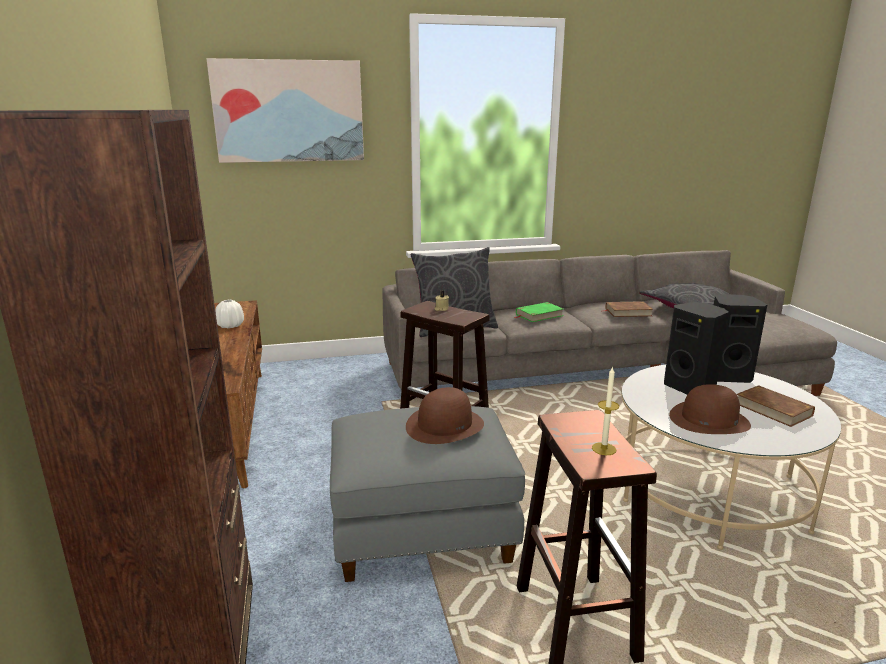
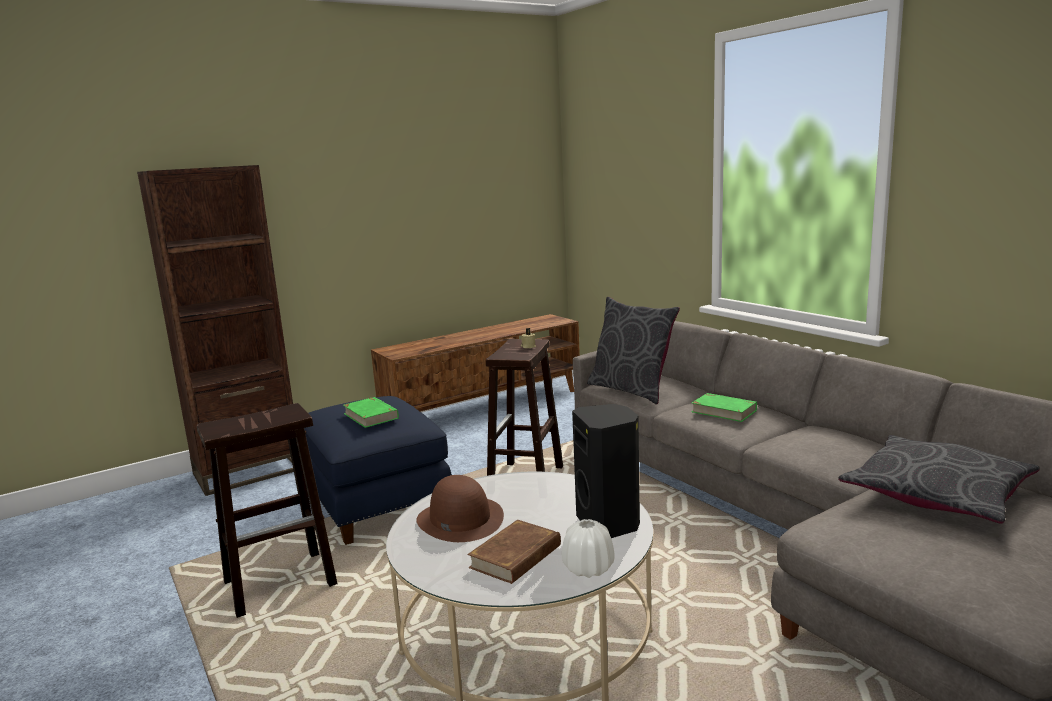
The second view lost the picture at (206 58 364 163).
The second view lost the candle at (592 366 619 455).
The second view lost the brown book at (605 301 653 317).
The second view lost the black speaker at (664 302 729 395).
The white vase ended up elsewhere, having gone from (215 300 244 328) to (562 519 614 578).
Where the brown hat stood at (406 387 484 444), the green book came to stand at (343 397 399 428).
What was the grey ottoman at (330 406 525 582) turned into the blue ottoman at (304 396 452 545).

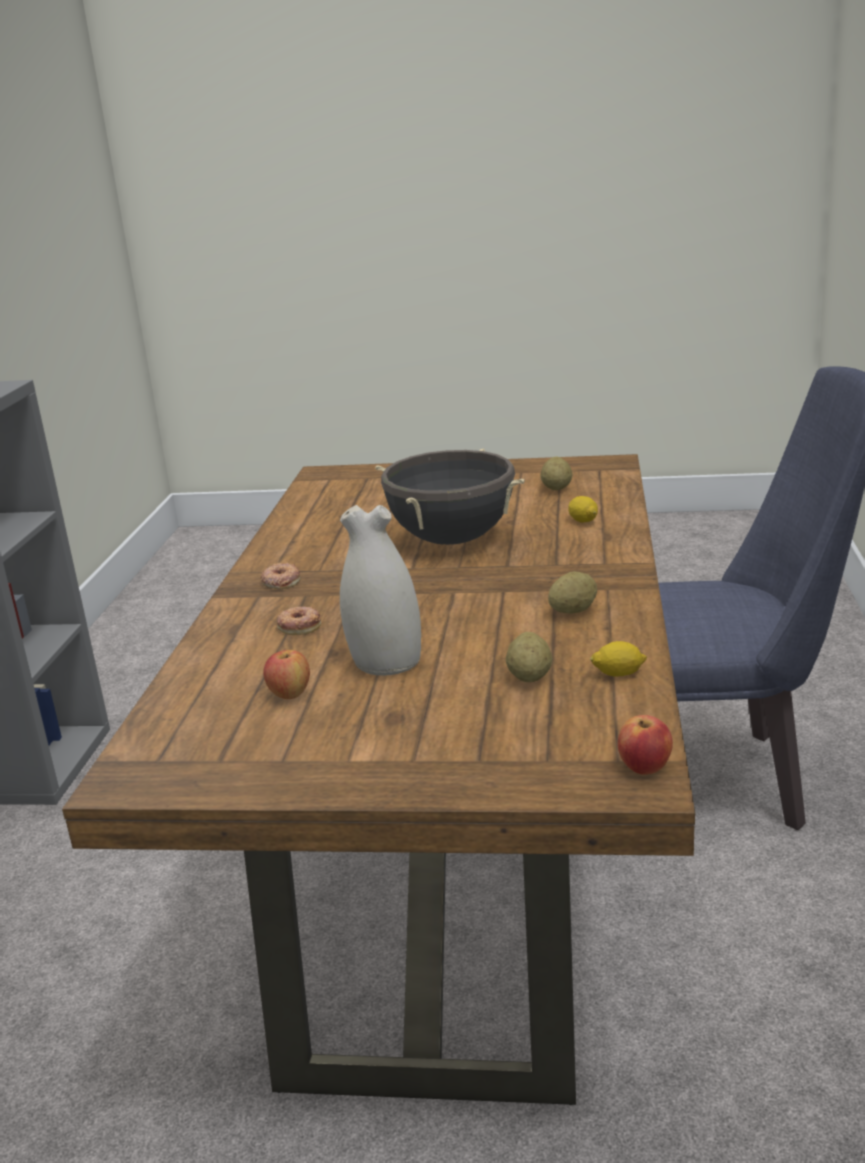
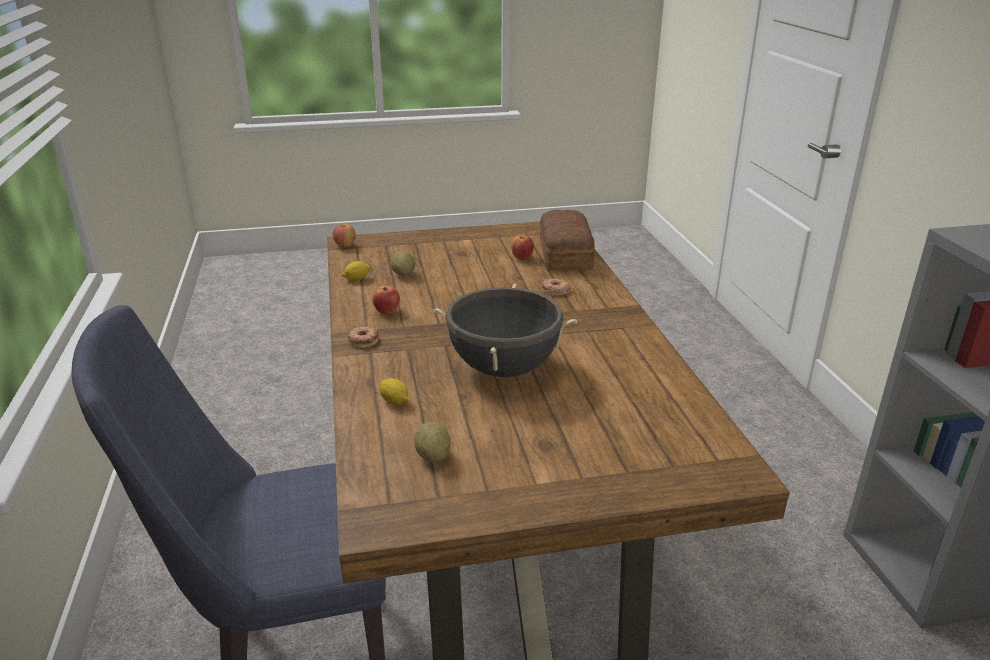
The second view lost the white vase at (340 505 421 676).
The second view gained the bread at (540 210 594 271).
The donut ended up elsewhere, having gone from (260 563 300 589) to (348 326 379 348).
Where the potato stood at (548 572 597 614), the apple came to stand at (373 285 400 314).

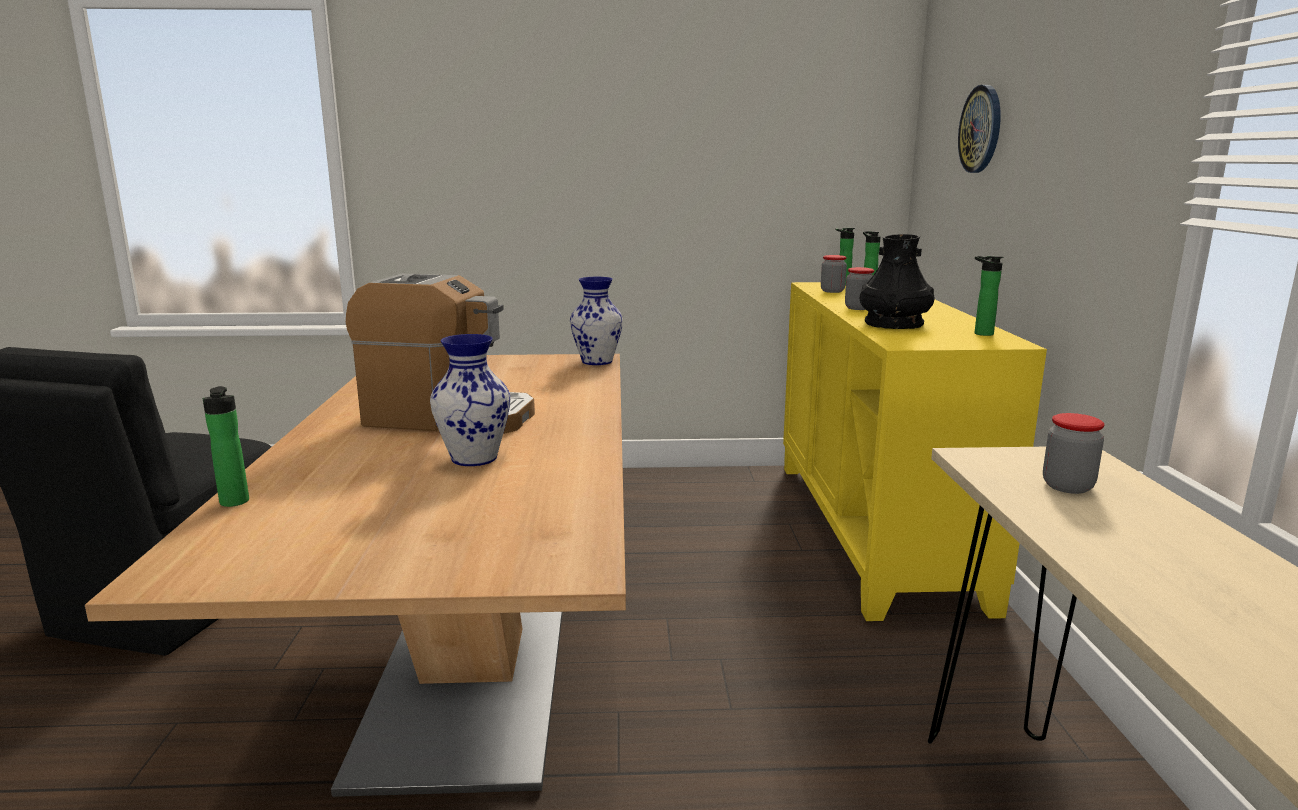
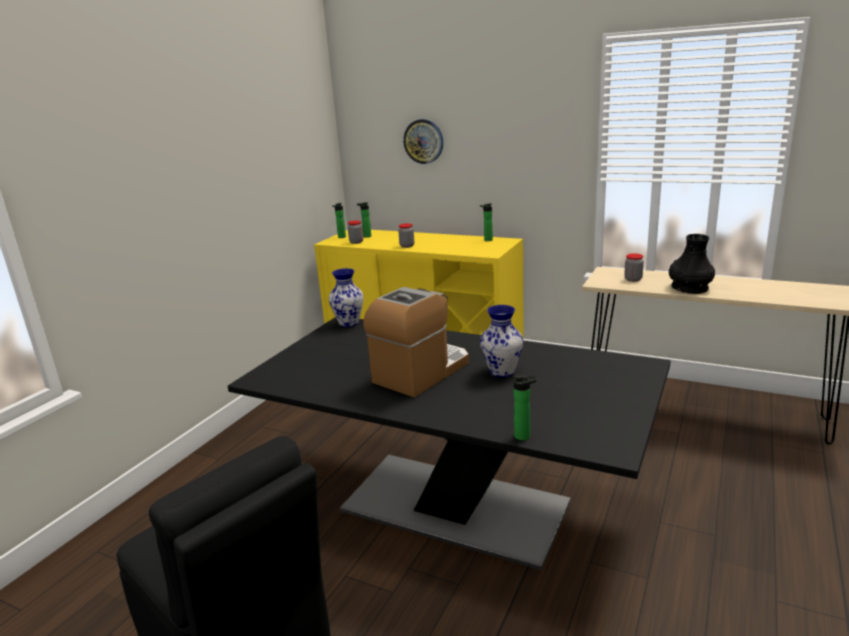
The black vase ended up elsewhere, having gone from (860 234 934 329) to (669 234 715 294).
What was the beige dining table at (85 354 626 797) turned into the black dining table at (228 317 671 570).

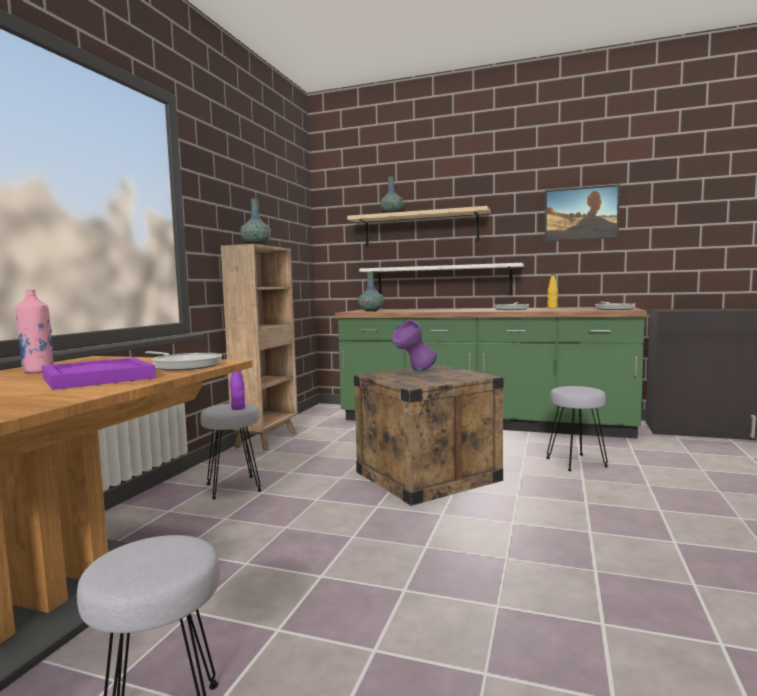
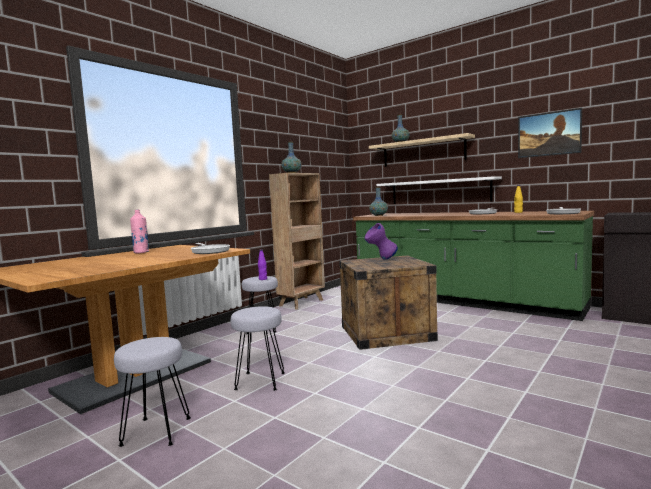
The second view lost the purple tray at (42 357 156 390).
The grey stool ended up elsewhere, having gone from (546 386 608 471) to (231 306 285 391).

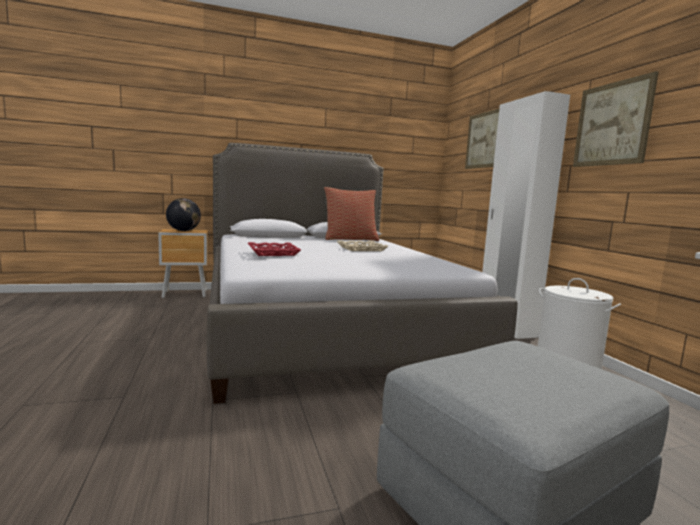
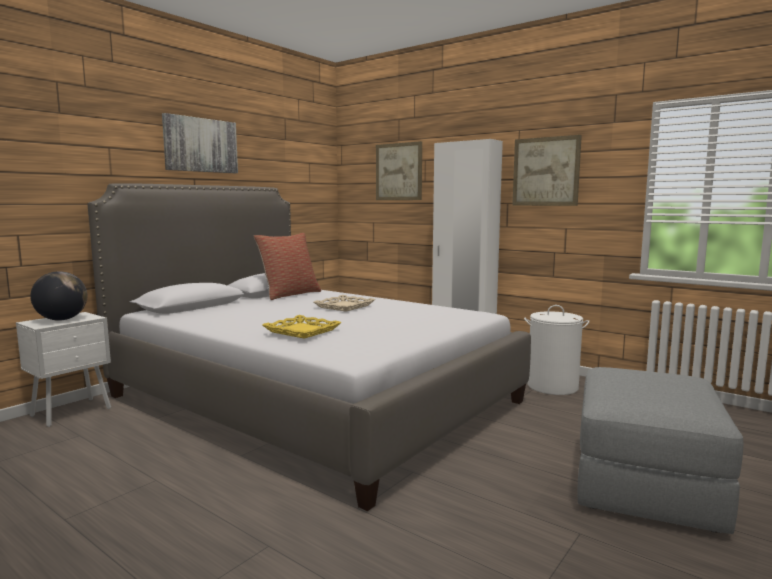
The second view gained the picture at (162 113 238 173).
What was the brown nightstand at (158 229 208 298) turned into the white nightstand at (16 312 111 427).
What was the red tray at (248 242 301 256) turned into the yellow tray at (262 315 342 339).

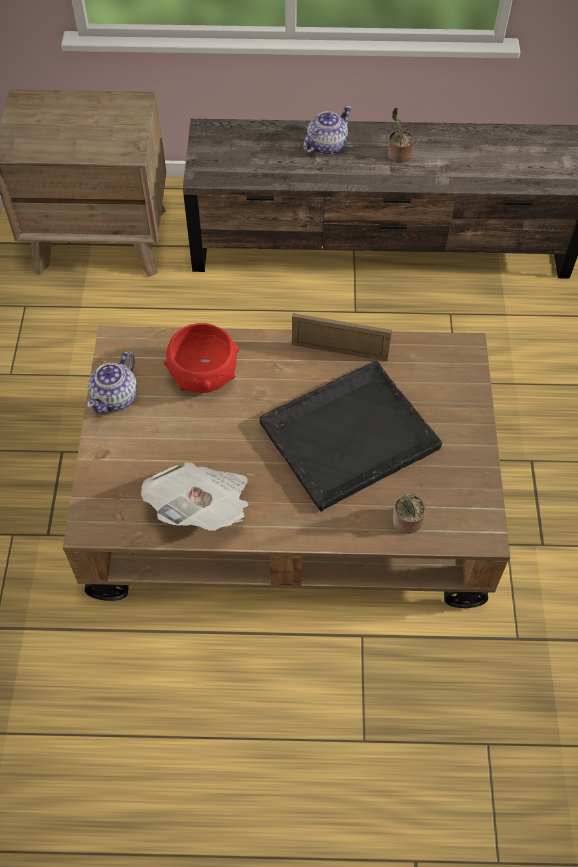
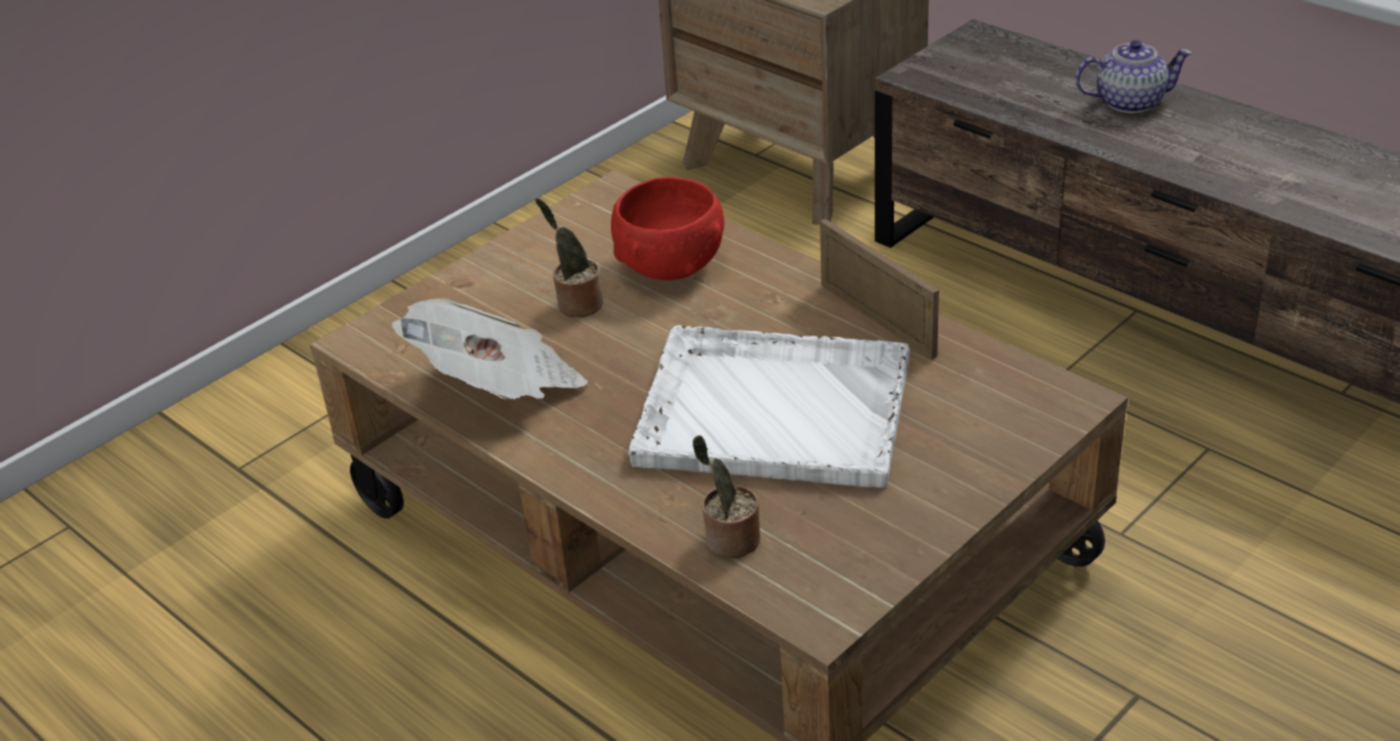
The second view lost the teapot at (87 351 137 414).
The potted plant ended up elsewhere, having gone from (388 107 414 163) to (535 198 603 317).
What was the black tray at (259 361 442 512) turned into the white tray at (628 325 910 488).

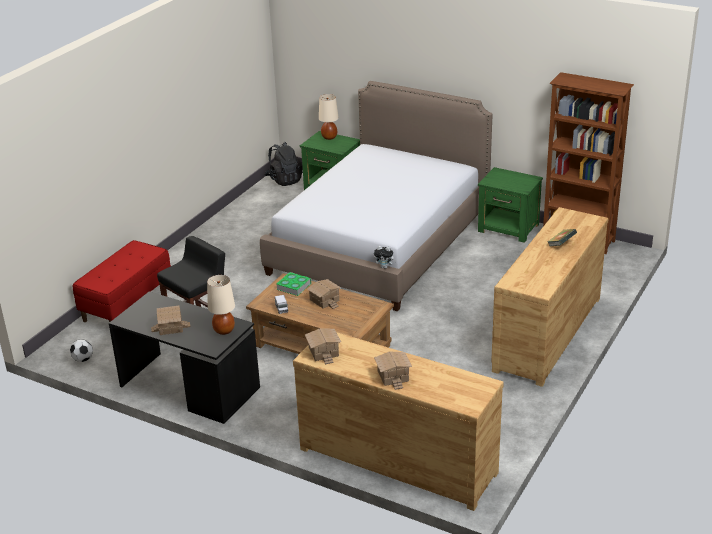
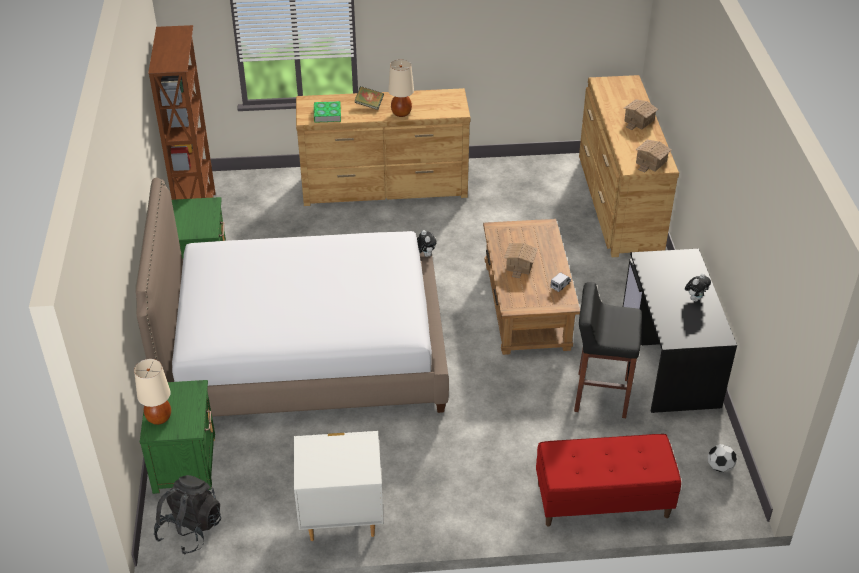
The second view gained the white nightstand at (294 431 383 541).
The beige table lamp ended up elsewhere, having gone from (207 275 235 335) to (388 60 414 117).
The book ended up elsewhere, having gone from (276 272 311 296) to (314 101 341 123).
Where the toy house stood at (151 306 190 335), the plush toy came to stand at (685 273 711 301).

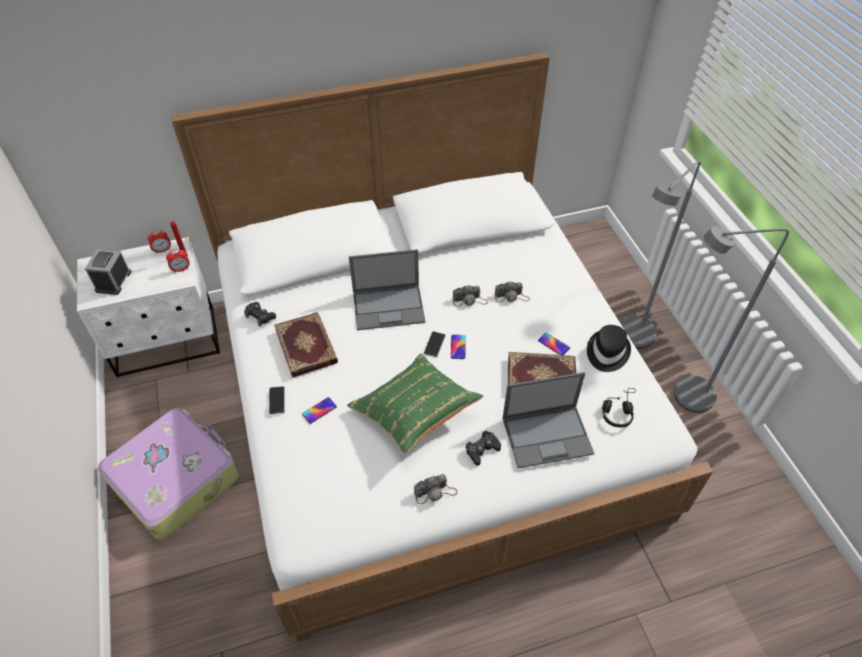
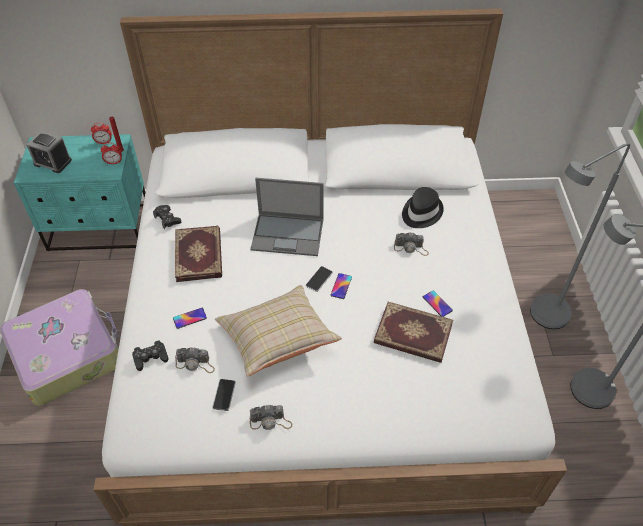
The second view lost the laptop at (502 372 594 468).
The second view lost the black headphones at (602 388 636 427).
The phone ended up elsewhere, having gone from (269 386 285 414) to (213 379 236 411).
The photo camera ended up elsewhere, having gone from (453 285 488 307) to (175 347 215 373).
The black game controller ended up elsewhere, having gone from (466 431 501 466) to (132 340 168 371).
The black hat ended up elsewhere, having gone from (587 325 631 372) to (402 187 444 228).
What was the white nightstand at (77 237 220 377) turned into the turquoise nightstand at (14 134 145 251).
What was the green pillow at (347 354 483 453) turned into the beige pillow at (215 285 342 377).
The alarm clock at (85 249 131 295) ended up facing another way, 90 degrees counterclockwise from before.

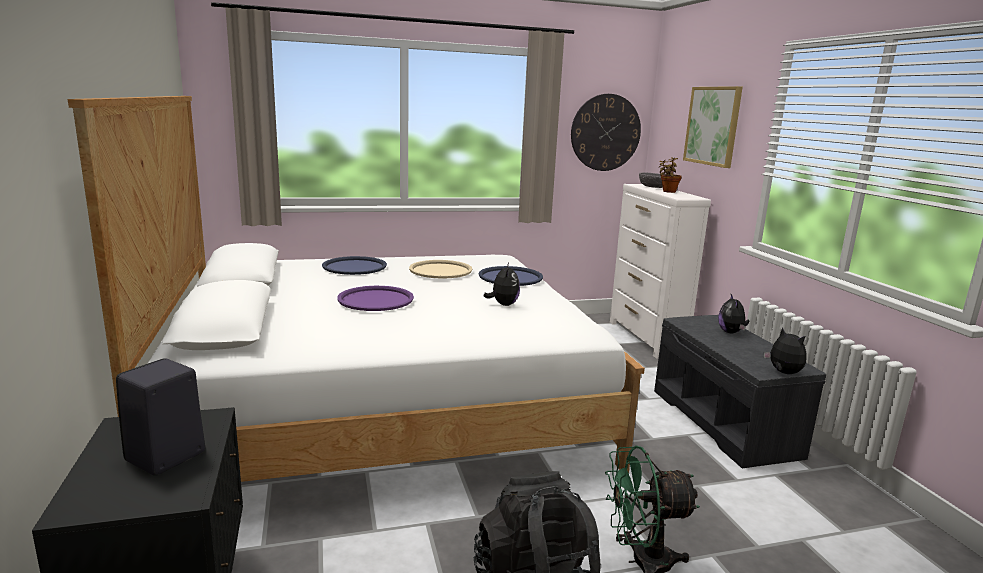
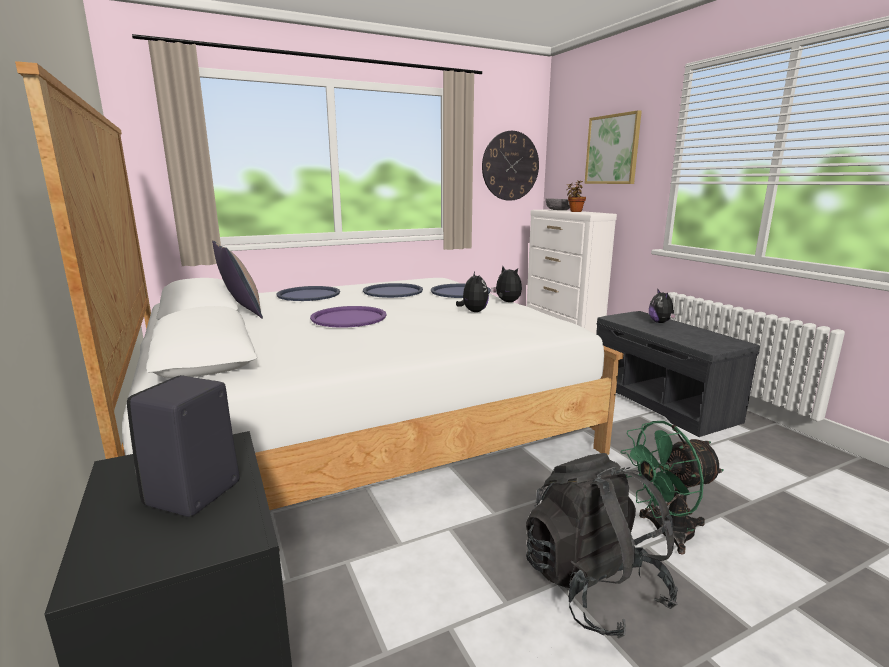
The second view gained the pillow at (212 240 263 319).
The plush toy ended up elsewhere, having gone from (764 327 807 374) to (491 266 522 302).
What was the beige tray at (409 260 472 279) turned into the blue tray at (363 283 423 298).

